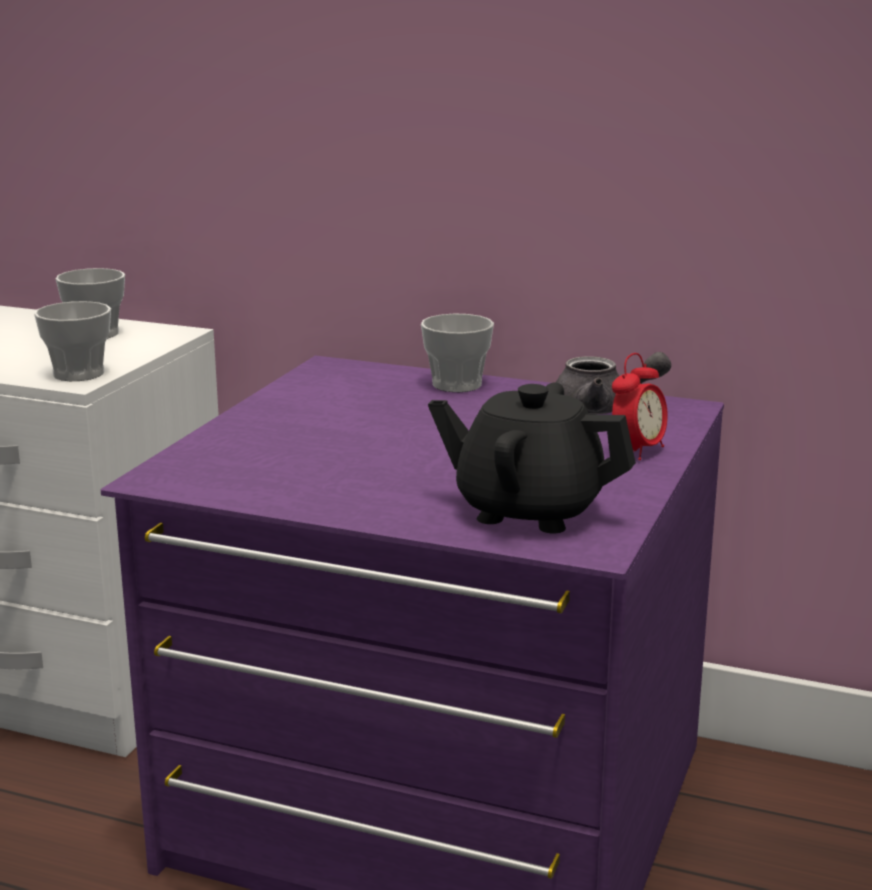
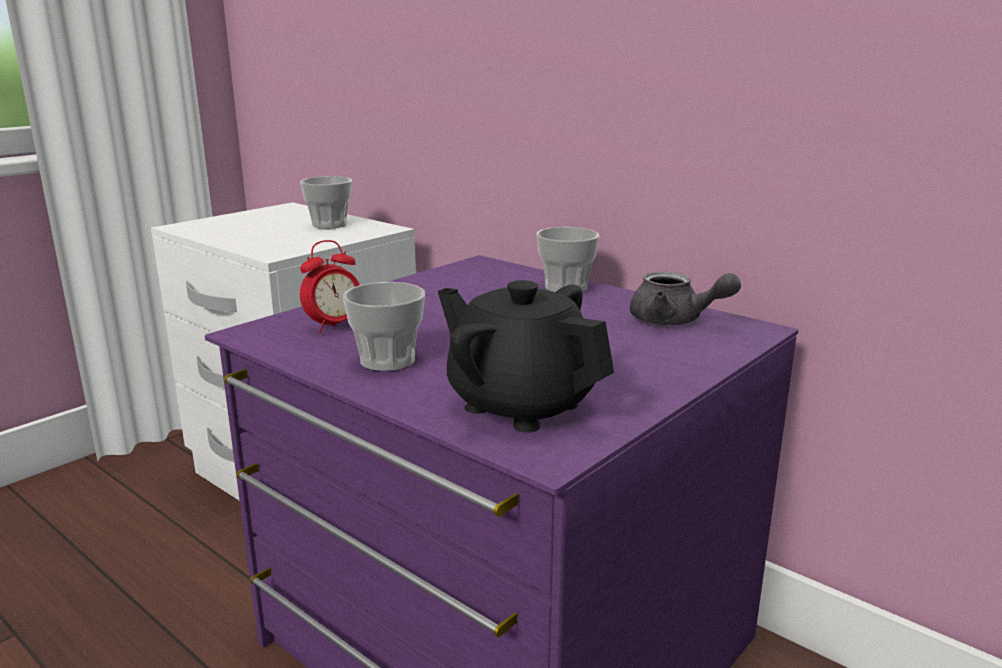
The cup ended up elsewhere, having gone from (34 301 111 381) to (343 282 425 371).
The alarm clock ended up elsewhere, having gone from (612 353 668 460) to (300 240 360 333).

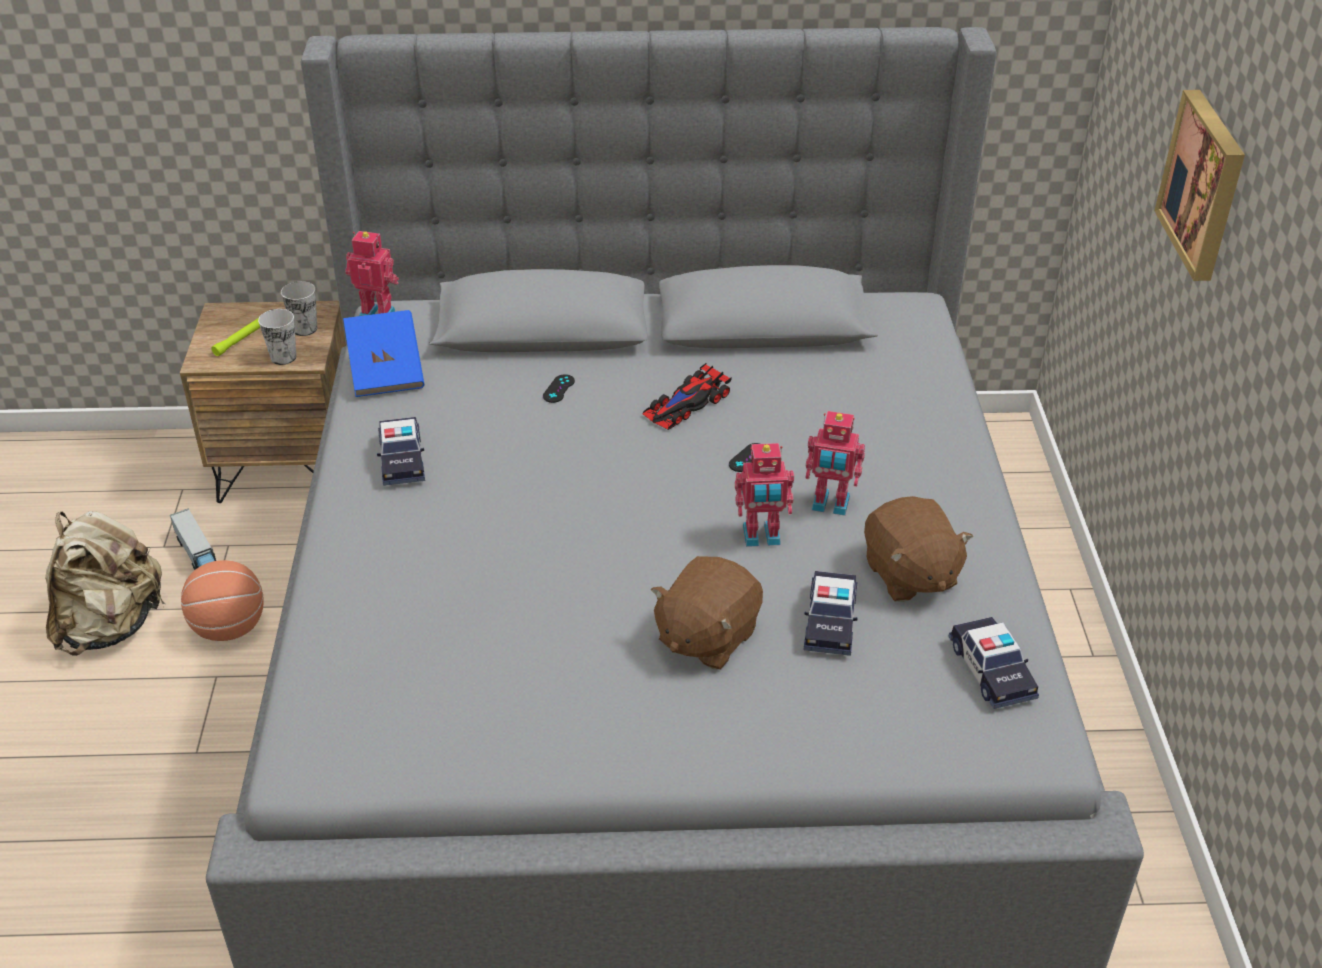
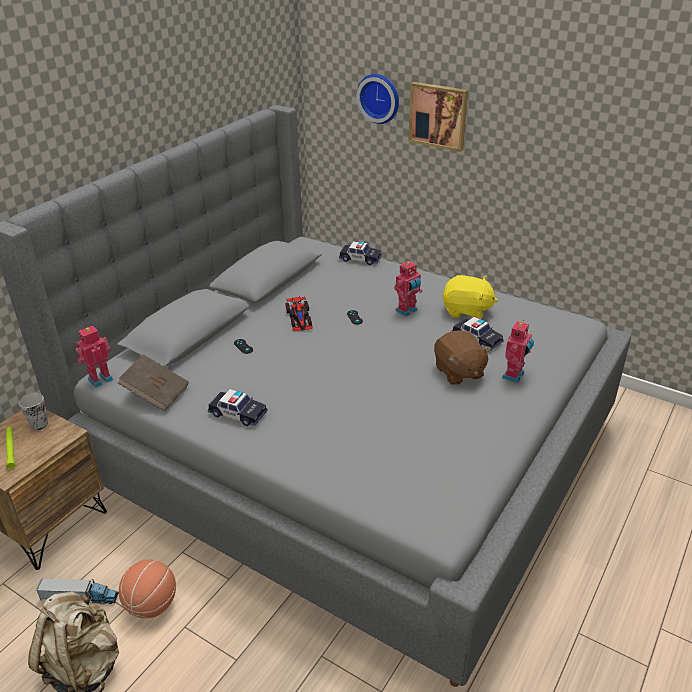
The second view lost the cup at (258 309 296 365).
The second view gained the wall clock at (357 74 399 124).
The toy robot ended up elsewhere, having gone from (735 443 794 547) to (502 320 534 383).
The toy car ended up elsewhere, having gone from (948 617 1039 709) to (339 241 382 265).
What was the blue book at (343 310 424 397) turned into the brown book at (118 355 189 411).
What was the brown plush toy at (864 496 973 602) turned into the yellow plush toy at (442 275 498 319).

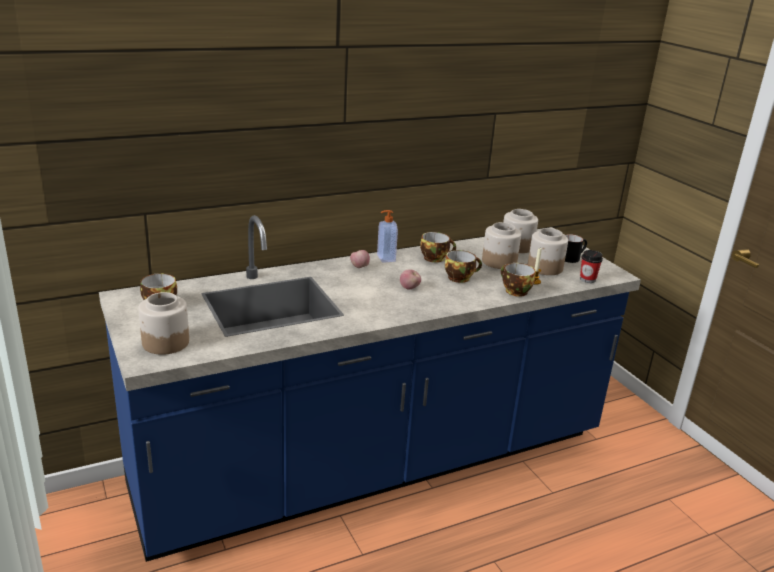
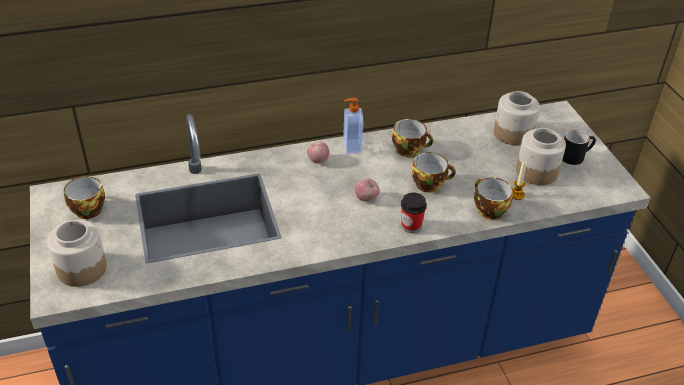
The second view lost the jar at (482 222 521 269).
The cup ended up elsewhere, having gone from (580 250 603 283) to (401 193 427 233).

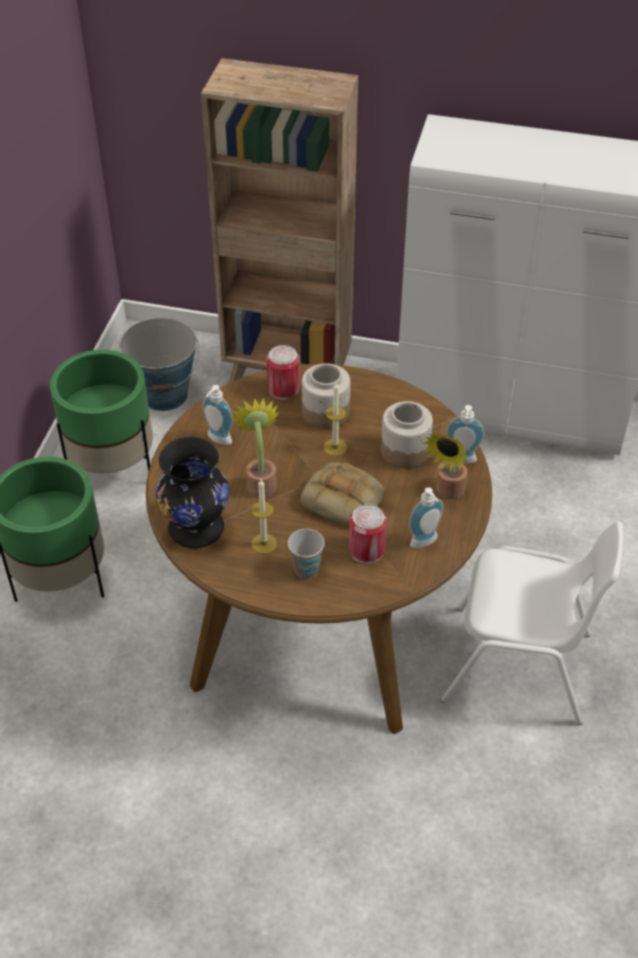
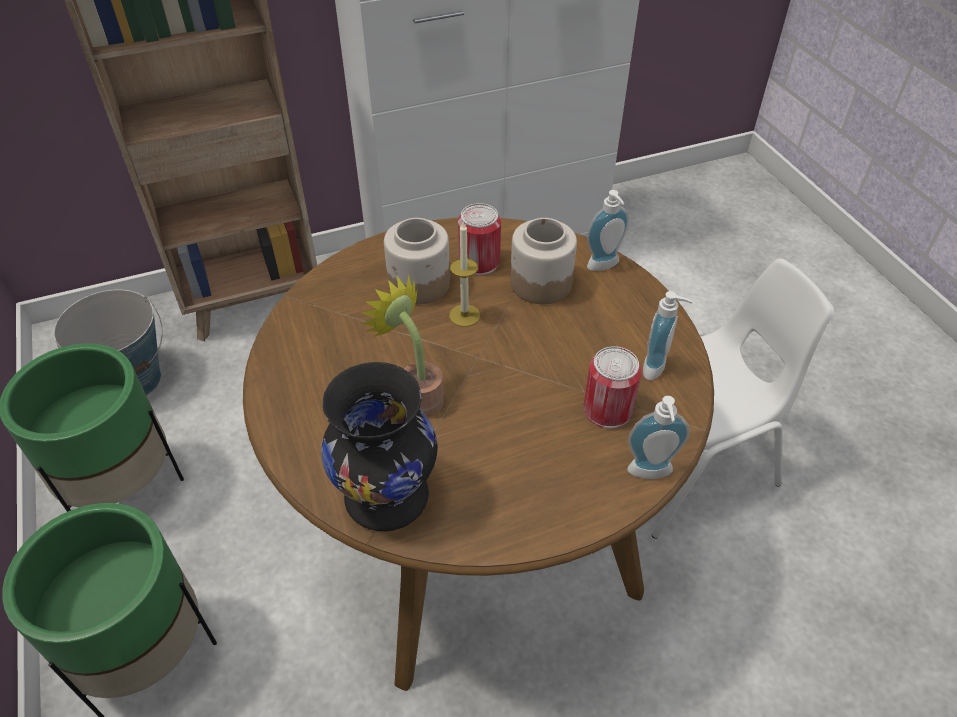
The second view lost the candle at (251 479 277 554).
The second view lost the cup at (288 529 325 579).
The second view lost the bread at (301 462 384 526).
The second view lost the potted plant at (421 434 468 499).
The soap dispenser ended up elsewhere, having gone from (202 385 233 445) to (627 396 690 479).
The can ended up elsewhere, having gone from (267 345 300 400) to (458 203 501 275).

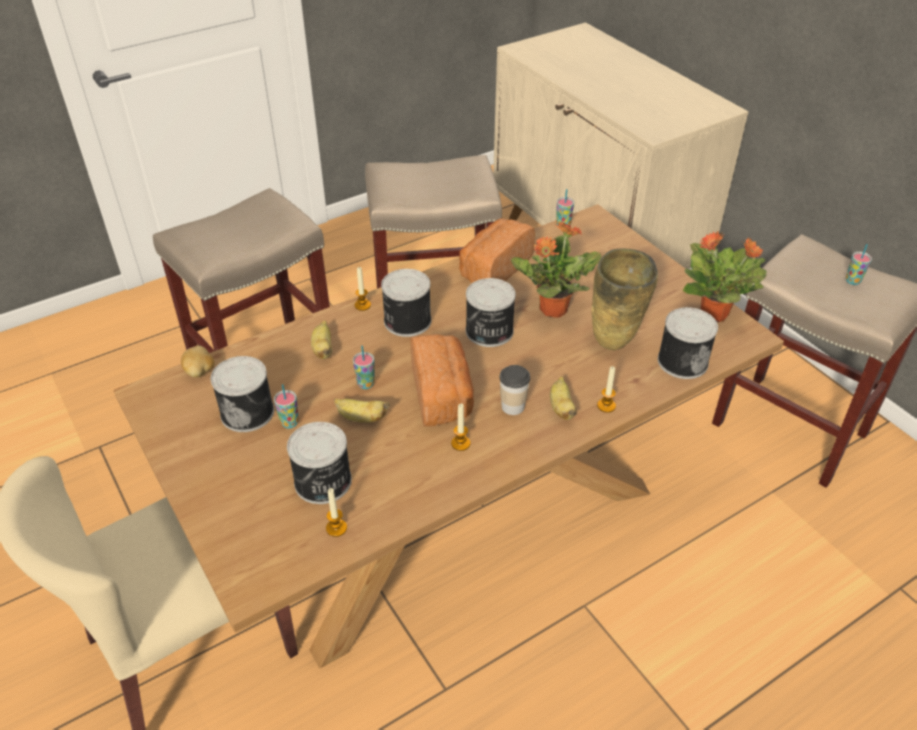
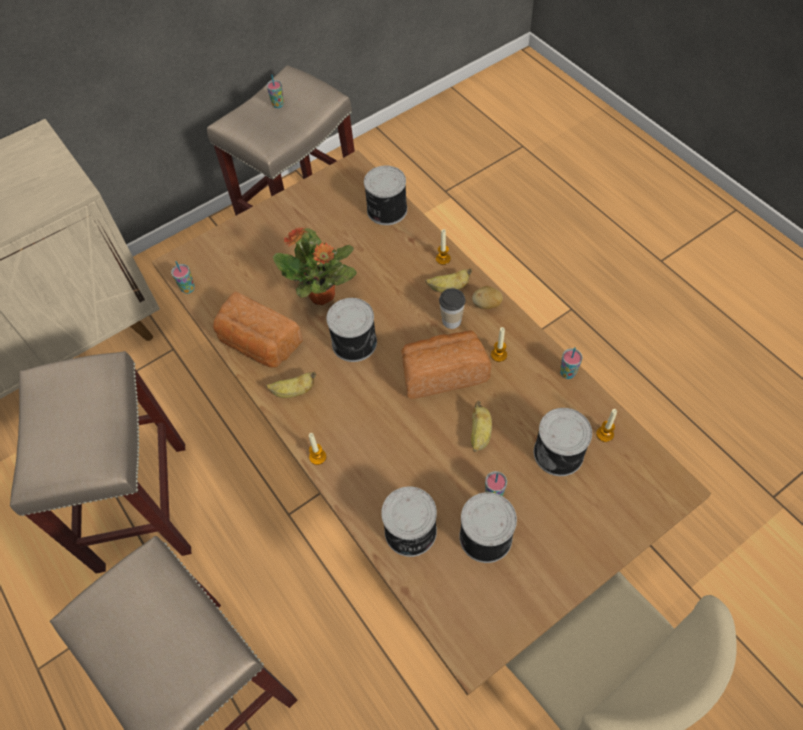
The second view lost the beige vase at (592 248 658 350).
The second view lost the potted plant at (683 231 767 322).
The potato ended up elsewhere, having gone from (181 346 214 378) to (472 286 503 309).
The banana ended up elsewhere, having gone from (311 320 332 359) to (266 372 316 398).
The cup ended up elsewhere, having gone from (353 346 375 389) to (560 347 583 379).
The can ended up elsewhere, having gone from (381 269 431 337) to (381 486 437 557).

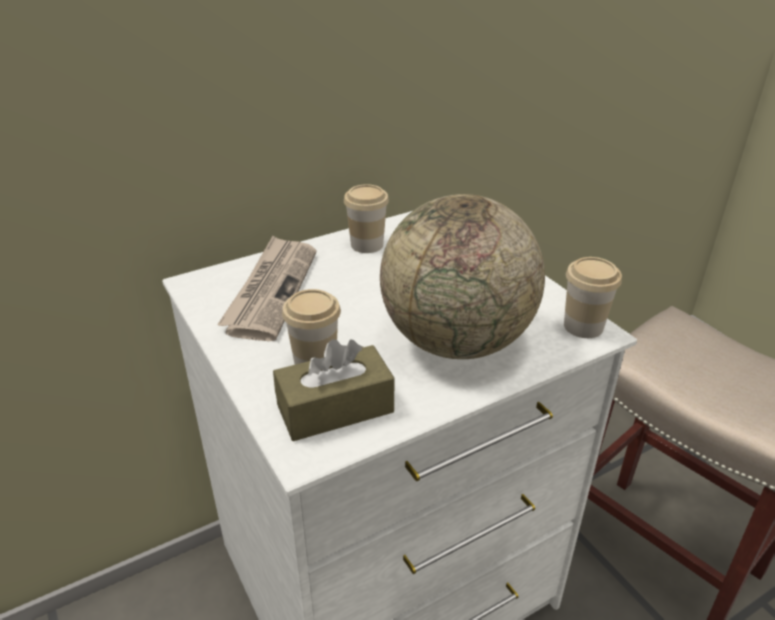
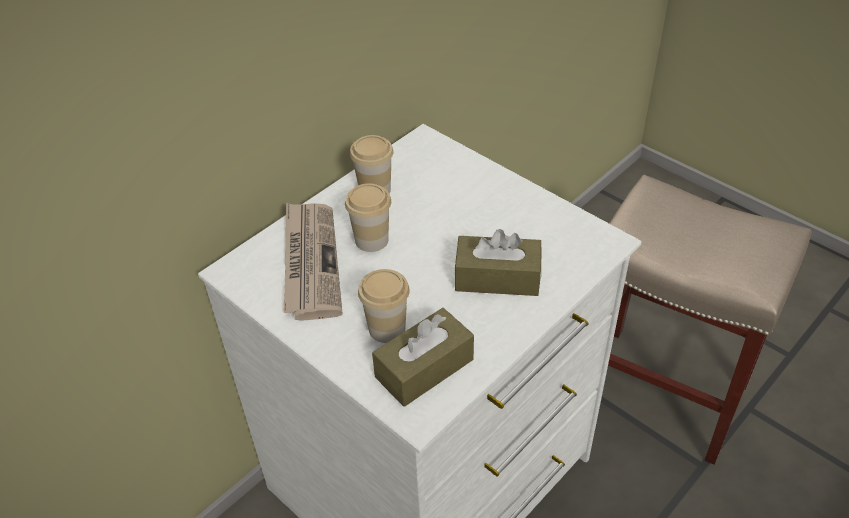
The cup ended up elsewhere, having gone from (564 257 622 338) to (345 183 391 252).
Where the globe stood at (380 194 545 359), the brown tissue box came to stand at (455 229 541 296).

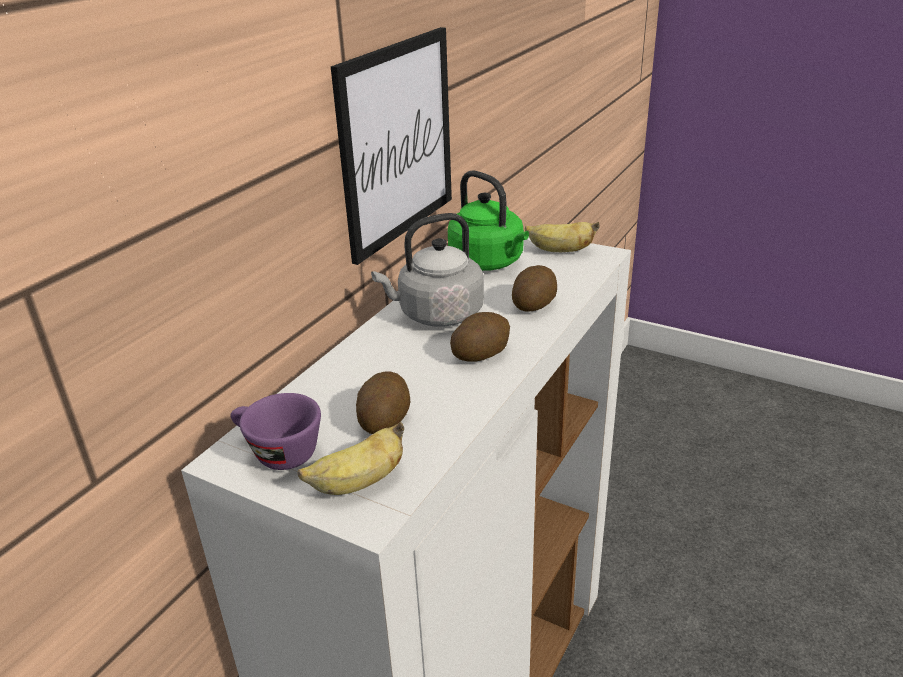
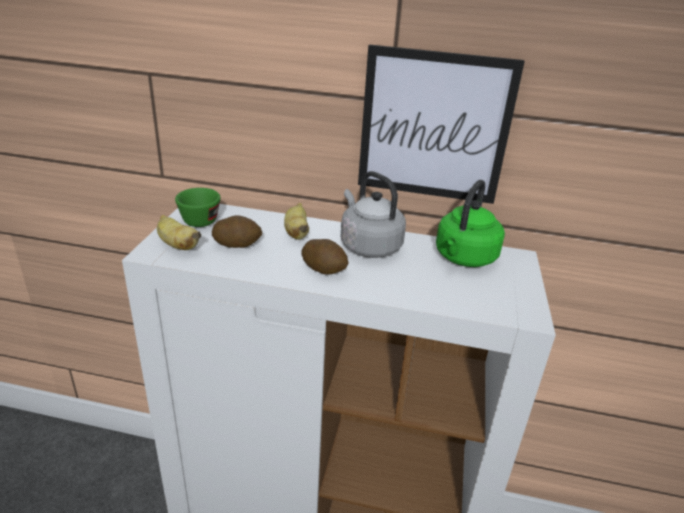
The second view lost the potato at (512 265 557 312).
The banana ended up elsewhere, having gone from (525 222 600 252) to (284 203 309 240).
What was the purple cup at (230 393 321 470) turned into the green cup at (175 188 221 227).

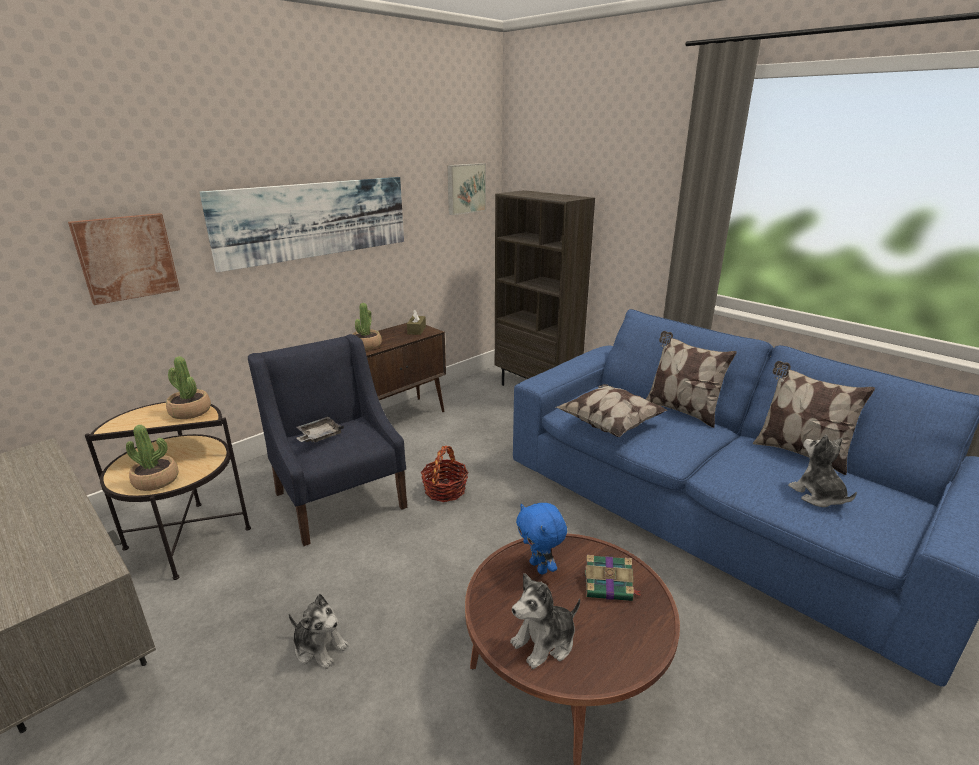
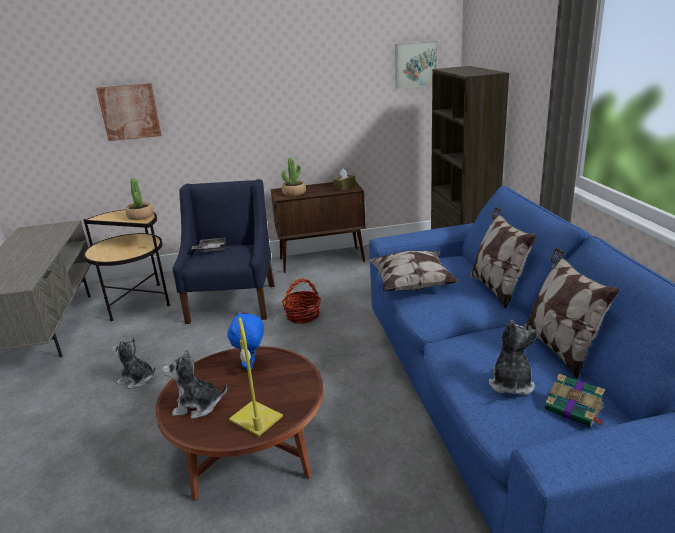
The second view lost the potted plant at (126 425 179 491).
The second view lost the picture at (200 177 404 272).
The second view gained the yellow table lamp at (229 317 283 436).
The book ended up elsewhere, having gone from (585 555 642 601) to (545 374 605 427).
The plush toy at (288 594 349 669) ended up facing another way, 135 degrees clockwise from before.

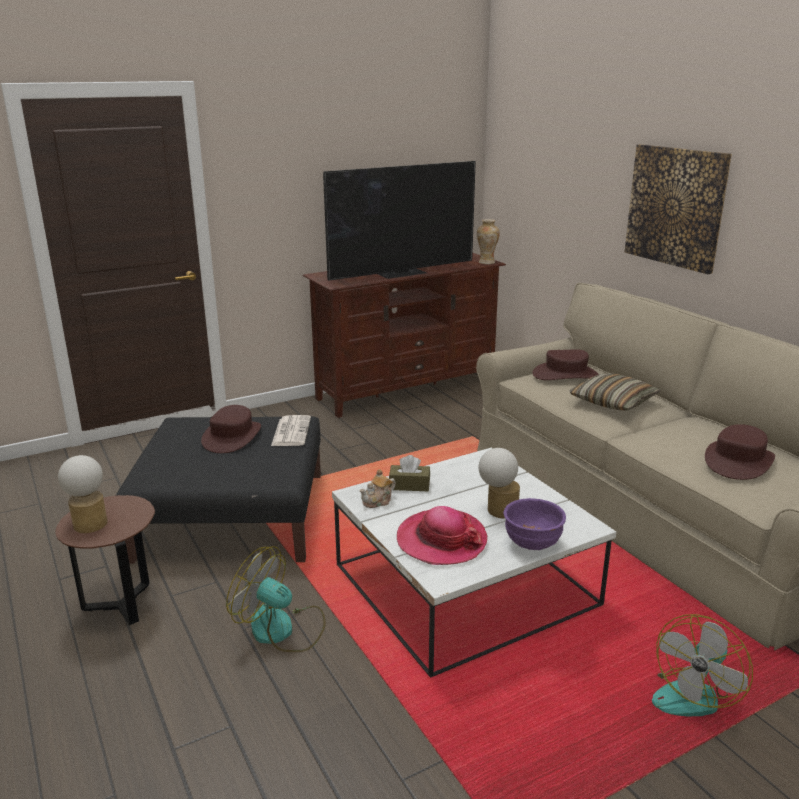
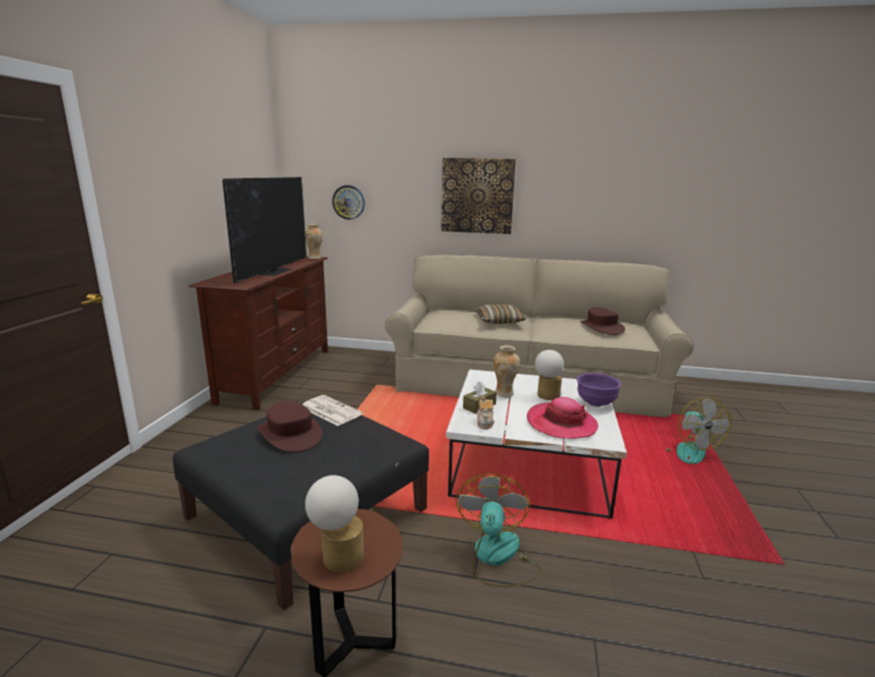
The second view lost the brown hat at (533 349 599 380).
The second view gained the wall clock at (332 185 365 220).
The second view gained the vase at (493 345 520 397).
The fan at (226 546 326 652) ended up facing another way, 120 degrees clockwise from before.

